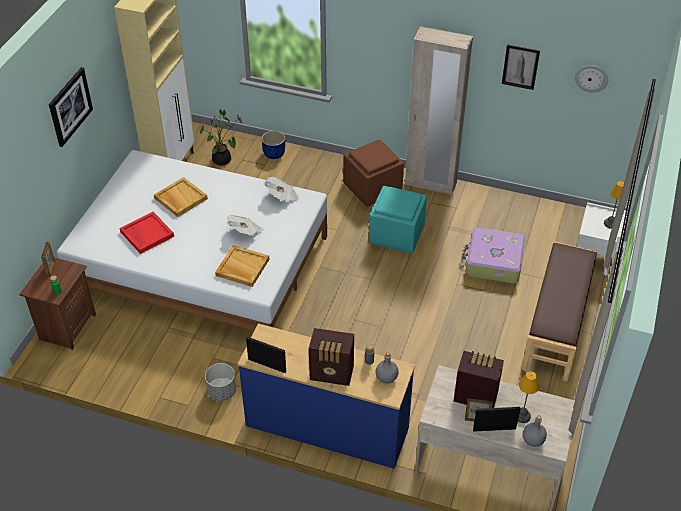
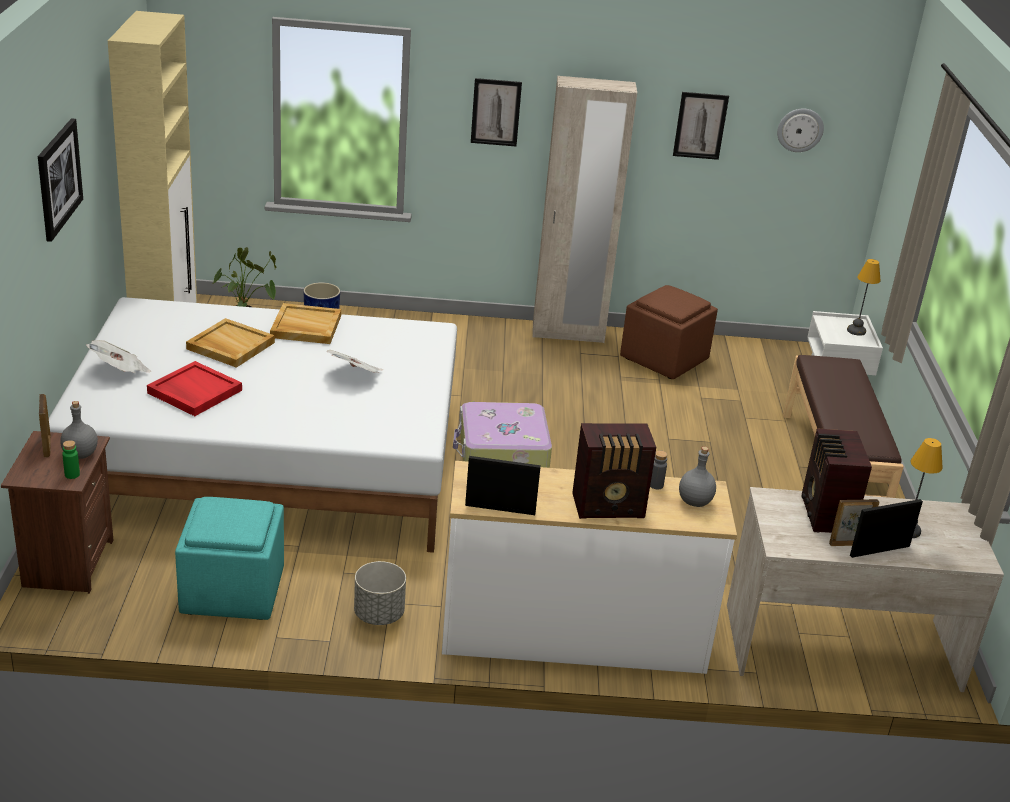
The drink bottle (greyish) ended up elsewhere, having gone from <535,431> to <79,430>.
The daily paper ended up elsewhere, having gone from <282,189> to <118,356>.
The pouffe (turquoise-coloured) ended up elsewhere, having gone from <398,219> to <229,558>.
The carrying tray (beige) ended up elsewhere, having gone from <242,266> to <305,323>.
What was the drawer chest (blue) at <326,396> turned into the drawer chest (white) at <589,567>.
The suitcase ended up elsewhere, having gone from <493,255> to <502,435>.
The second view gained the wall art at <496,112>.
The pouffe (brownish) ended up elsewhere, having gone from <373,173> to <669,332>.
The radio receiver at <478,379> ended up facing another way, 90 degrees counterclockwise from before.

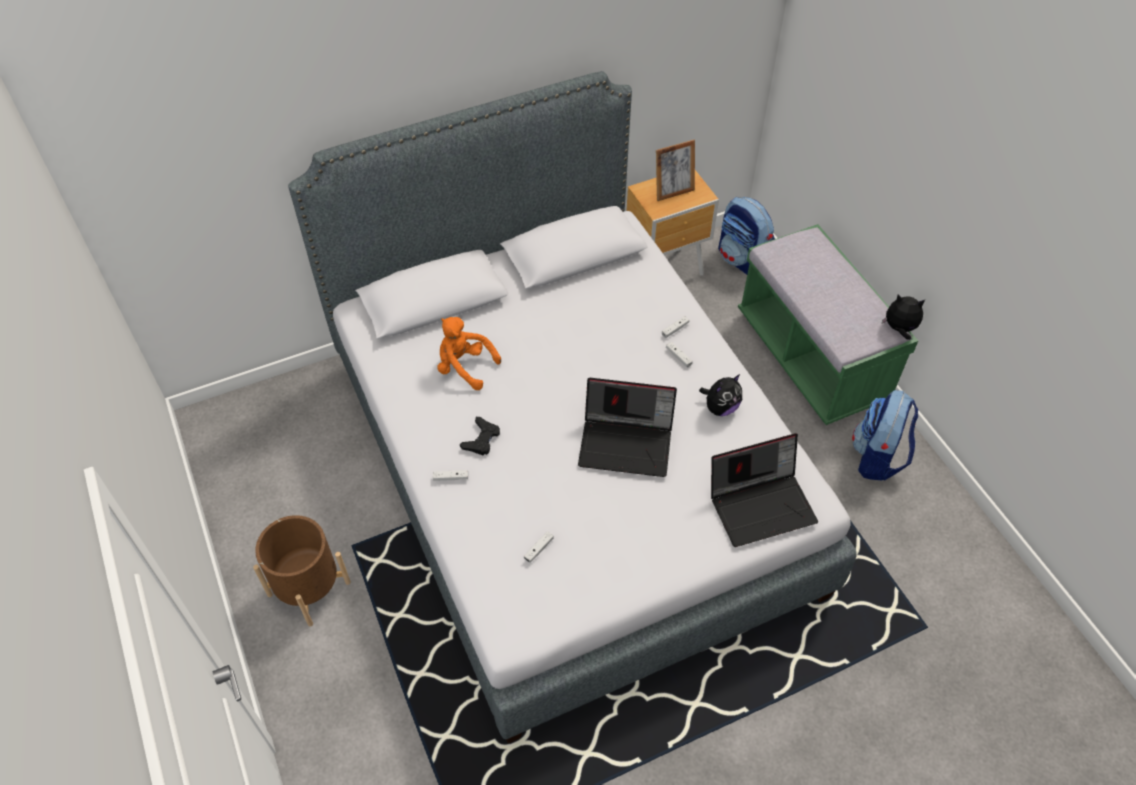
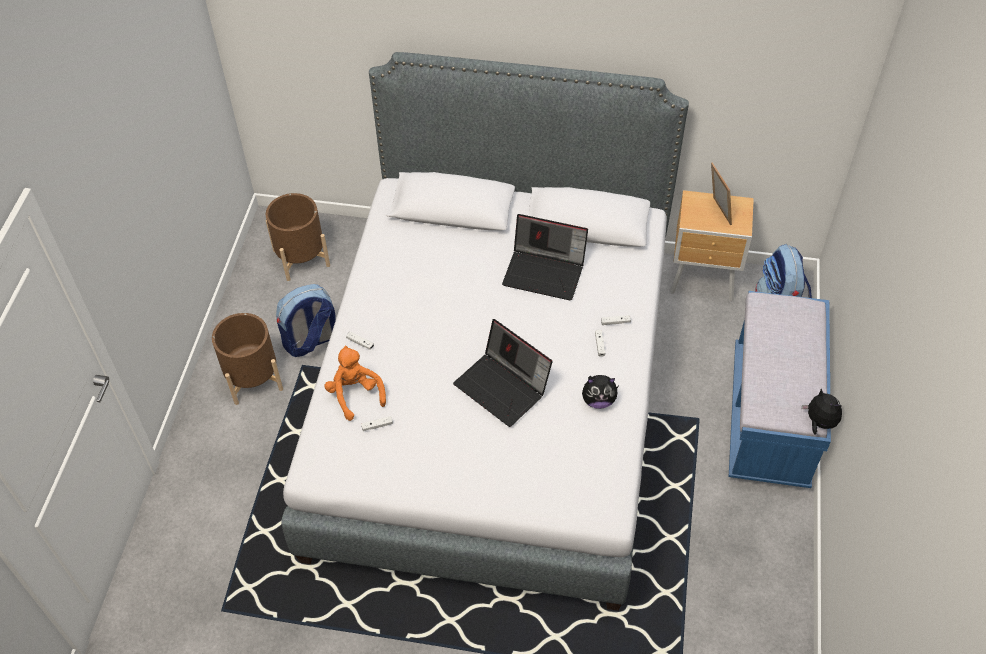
The second view gained the planter (brownish) at <298,237>.
The knapsack ended up elsewhere, having gone from <885,435> to <306,320>.
The plush toy (orangey) ended up elsewhere, having gone from <469,353> to <355,383>.
The laptop ended up elsewhere, having gone from <764,490> to <545,257>.
The photo frame at <675,170> ended up facing another way, 120 degrees counterclockwise from before.
What was the long seat (green-coloured) at <828,324> turned into the long seat (blue) at <780,389>.
The second view lost the joypad (black-coloured) at <480,436>.

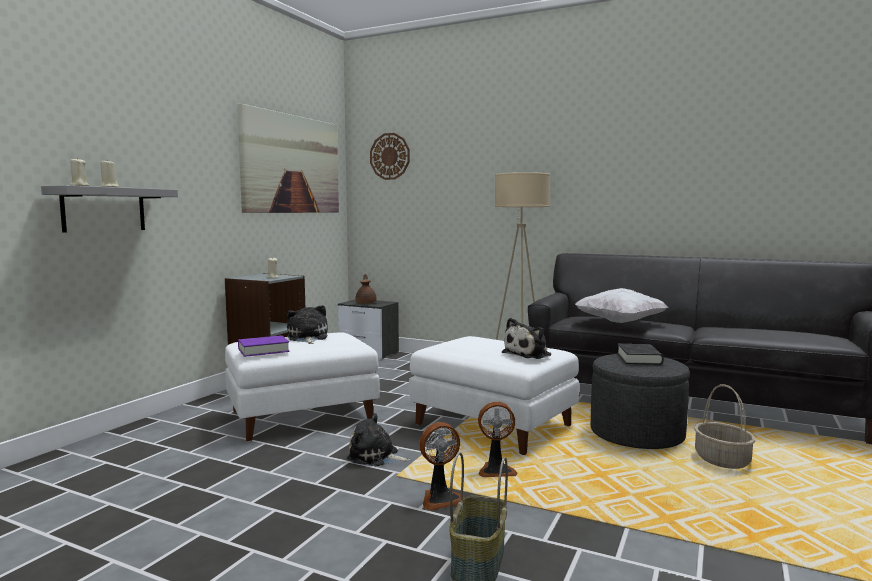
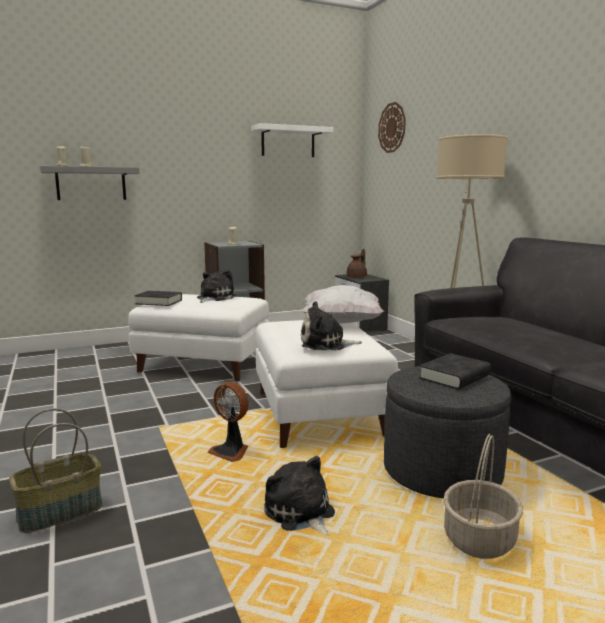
What was the volume (purplish) at <264,346> turned into the volume (black-coloured) at <158,298>.
Where the wall art hung at <288,158>, the shelf (white) came to hang at <292,140>.
The plush toy ended up elsewhere, having gone from <378,439> to <299,496>.
The cushion (white) ended up elsewhere, having gone from <622,305> to <342,304>.
The second view lost the cooling fan at <441,466>.

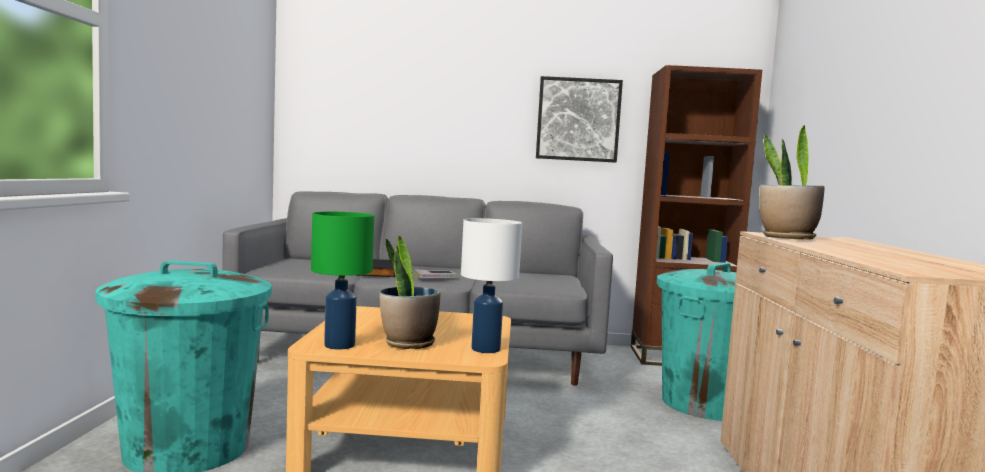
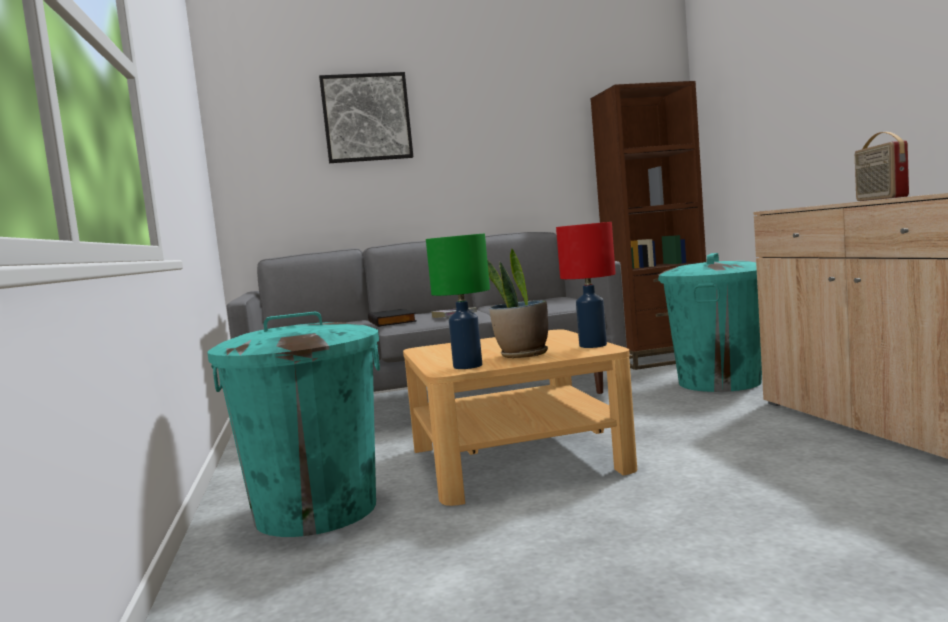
The wall art ended up elsewhere, having gone from <579,119> to <366,117>.
What was the tabletop lamp (white) at <491,285> turned into the tabletop lamp (red-coloured) at <586,285>.
The second view gained the radio receiver at <882,166>.
The second view lost the houseplant at <792,182>.

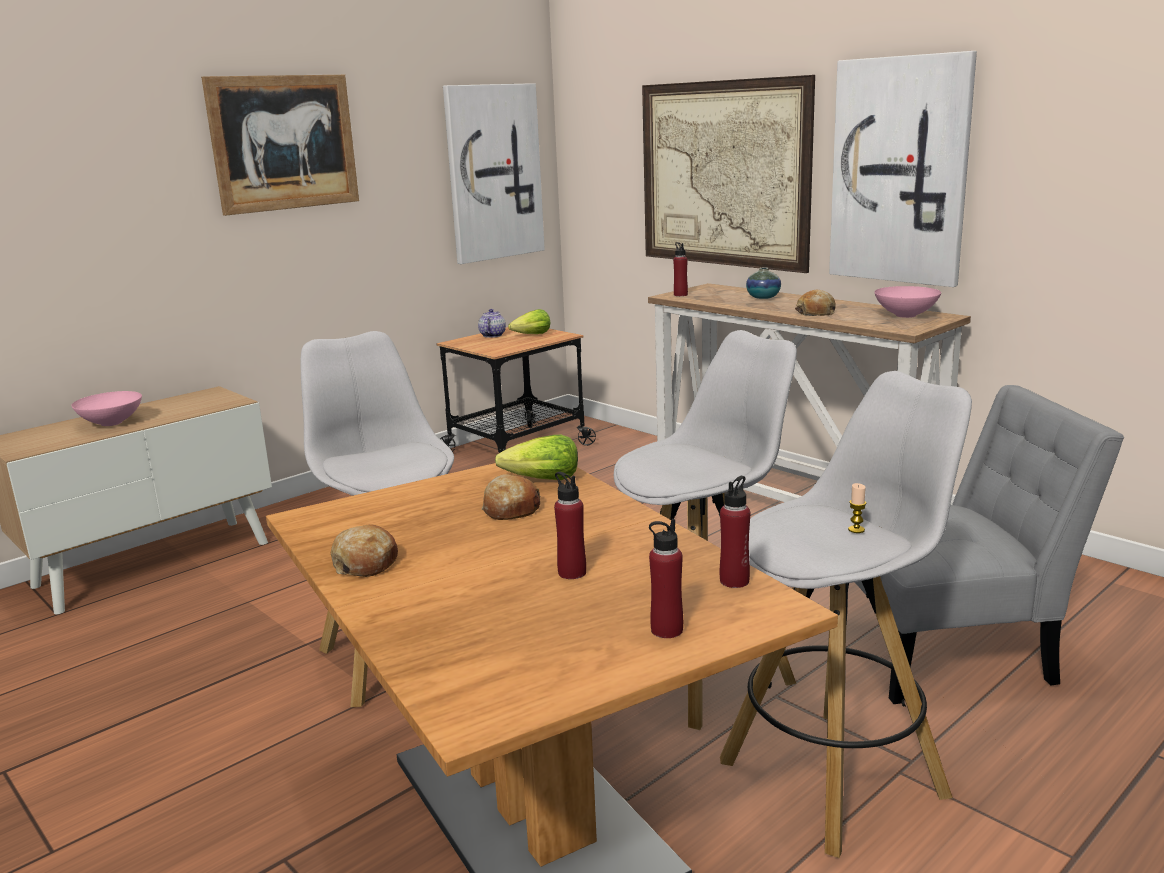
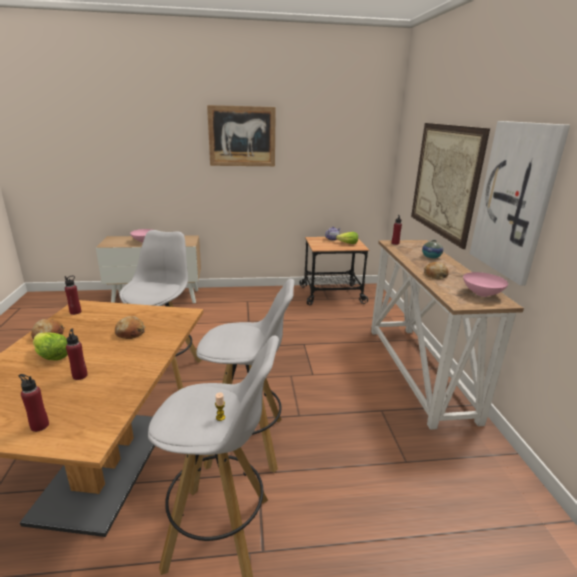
The lettuce ended up elsewhere, having gone from <536,457> to <50,347>.
The drink bottle (red-coloured) ended up elsewhere, having gone from <735,532> to <73,295>.
The second view lost the wall art at <494,173>.
The second view lost the chair (greyish) at <986,544>.

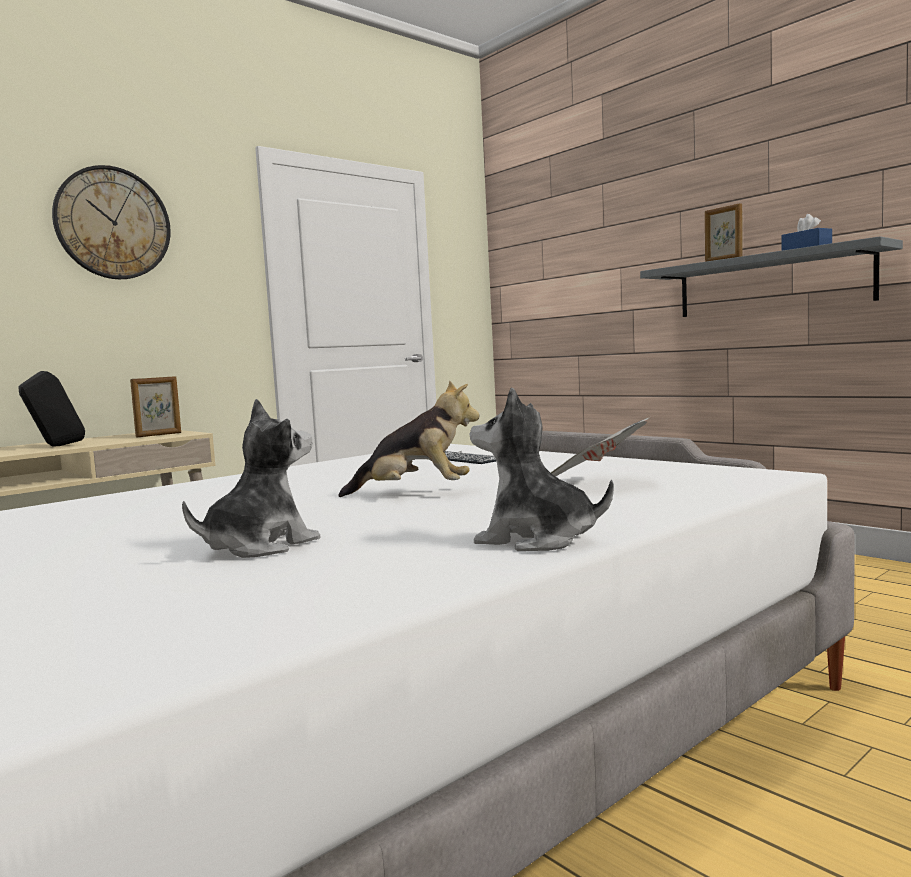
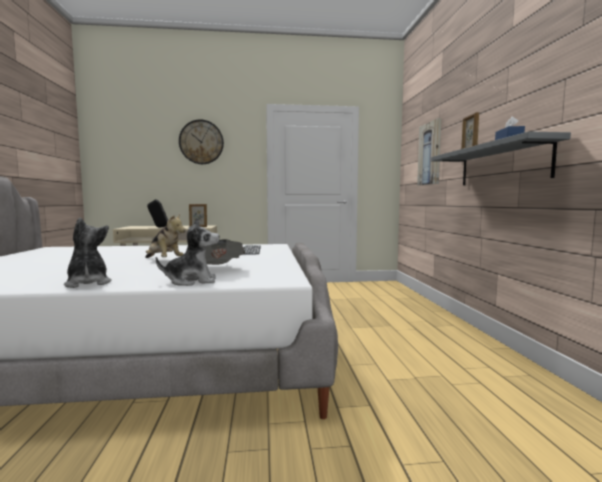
The plush toy ended up elsewhere, having gone from <251,478> to <187,251>.
The second view gained the wall art at <429,151>.

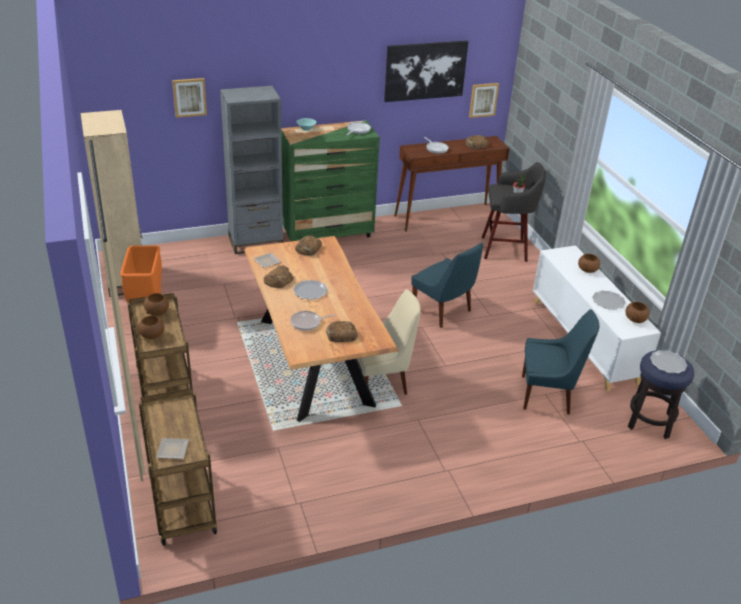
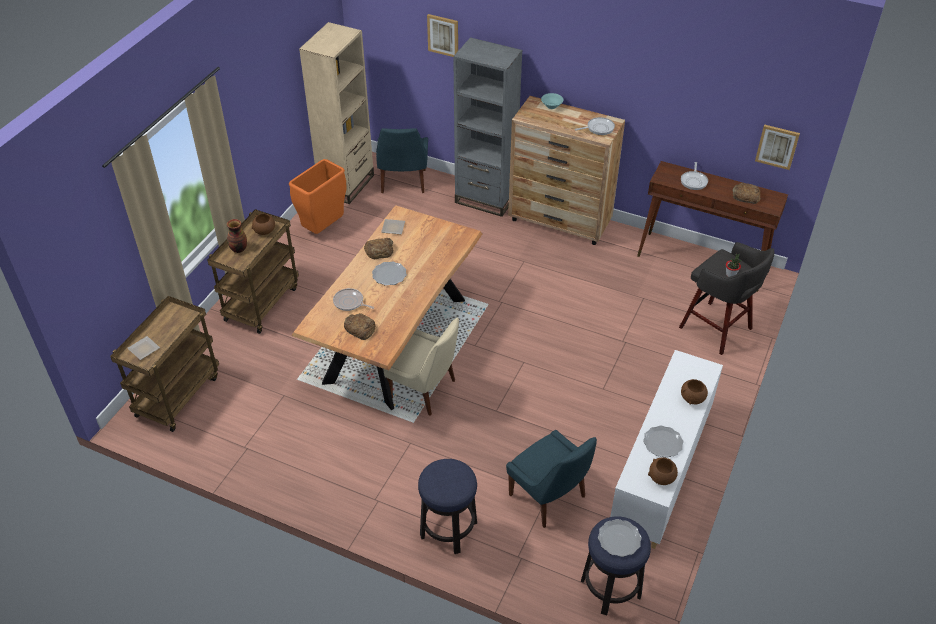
Where the serving bowl (brownish) stood at <151,327>, the flower vase came to stand at <237,236>.
The chair (blue) ended up elsewhere, having gone from <447,285> to <402,160>.
The second view gained the stool seat at <447,506>.
What was the drawer chest (green-coloured) at <330,180> turned into the drawer chest (brownish) at <566,170>.
The second view lost the bakery bread at <308,245>.
The second view lost the wall art at <426,71>.

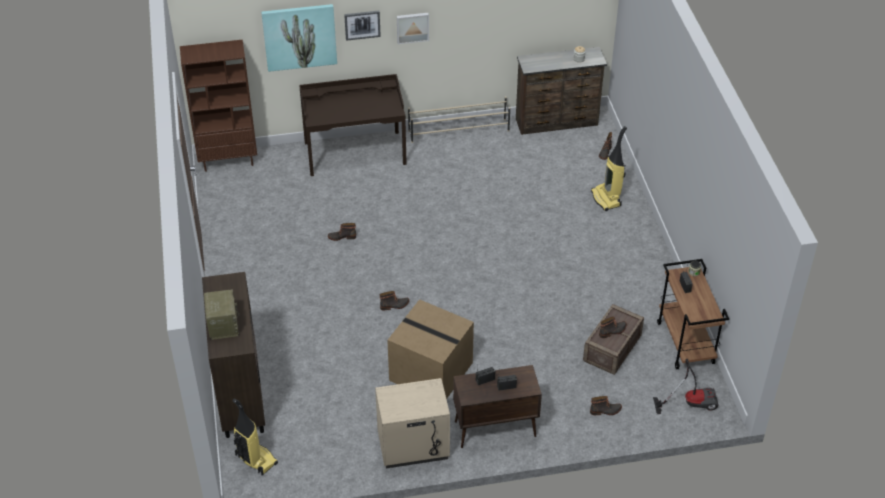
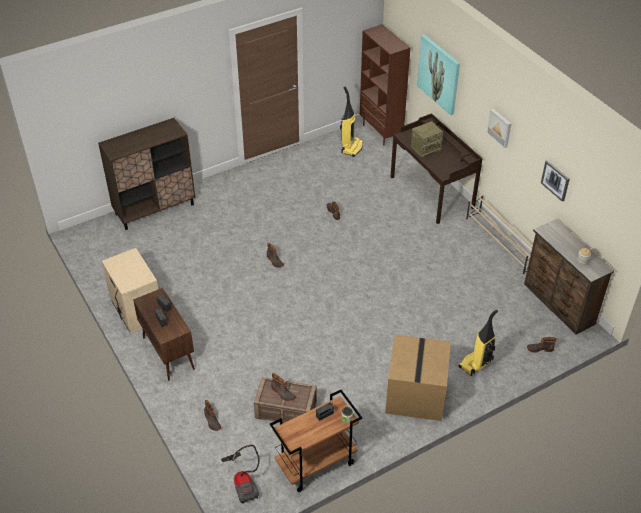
The vacuum cleaner ended up elsewhere, having gone from <255,437> to <351,121>.
The carton ended up elsewhere, having gone from <430,349> to <418,378>.
The radio receiver ended up elsewhere, having gone from <221,314> to <427,139>.
The wall art ended up elsewhere, having gone from <362,26> to <555,181>.

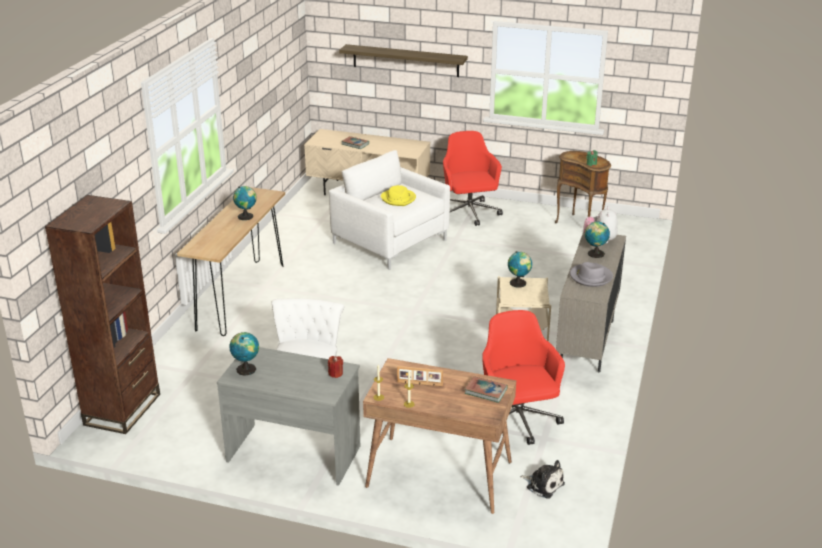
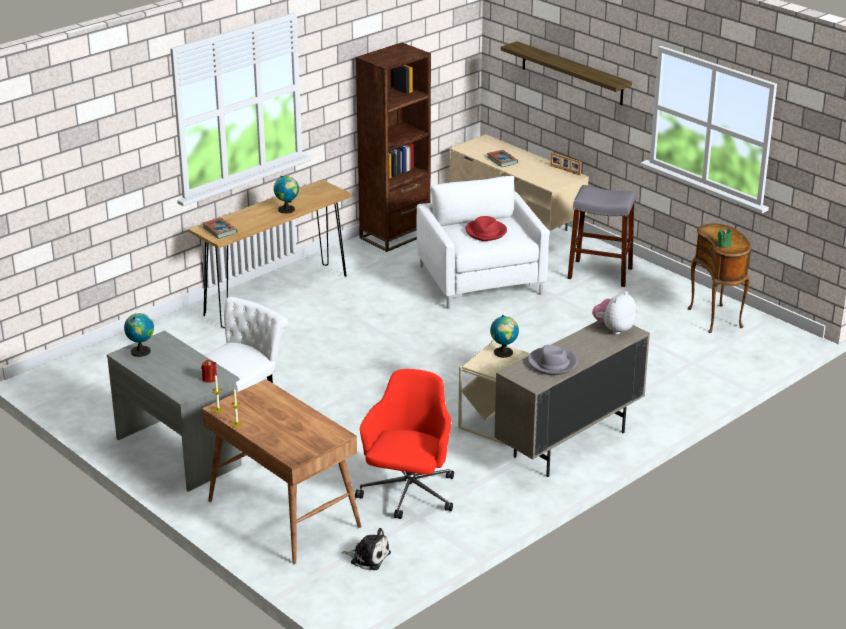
The volume ended up elsewhere, having gone from <486,389> to <219,228>.
The plush toy at <542,479> ended up facing another way, 45 degrees counterclockwise from before.
The shelving unit (brownish) ended up elsewhere, having gone from <102,314> to <393,147>.
What was the wearable hat (yellow-coloured) at <398,195> turned into the wearable hat (red-coloured) at <486,228>.
The photo frame ended up elsewhere, having gone from <420,376> to <566,164>.
Where the desk chair (red-coloured) stood at <473,178>, the stool seat (greyish) came to stand at <601,236>.
The second view lost the globe at <597,240>.

